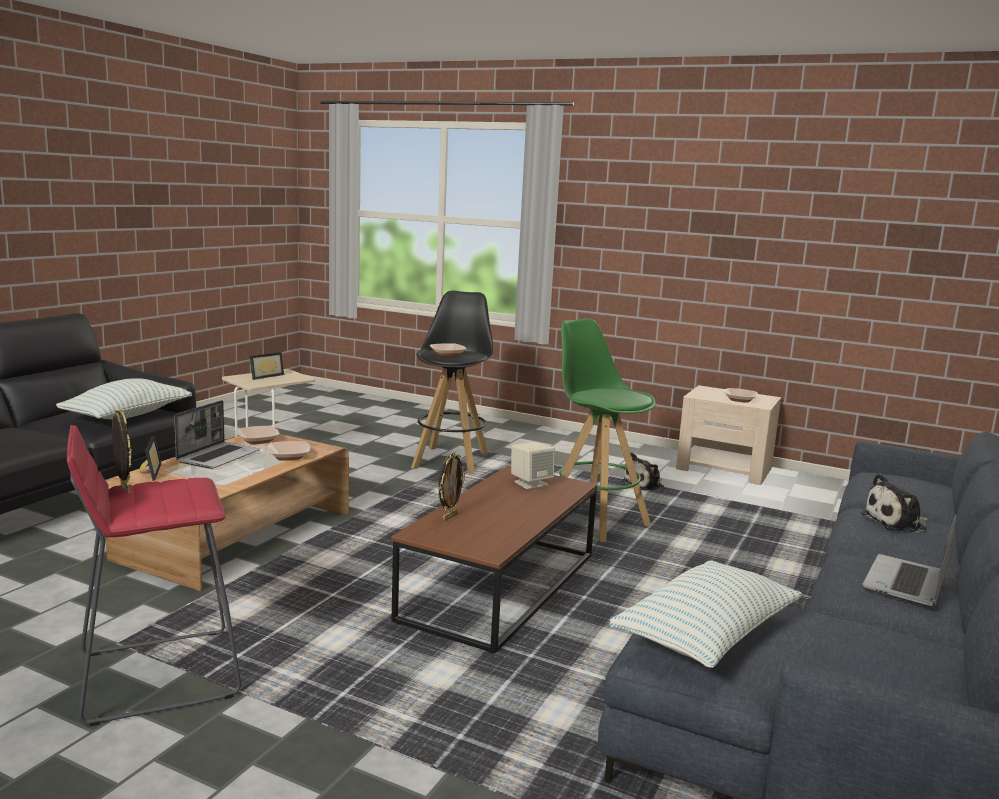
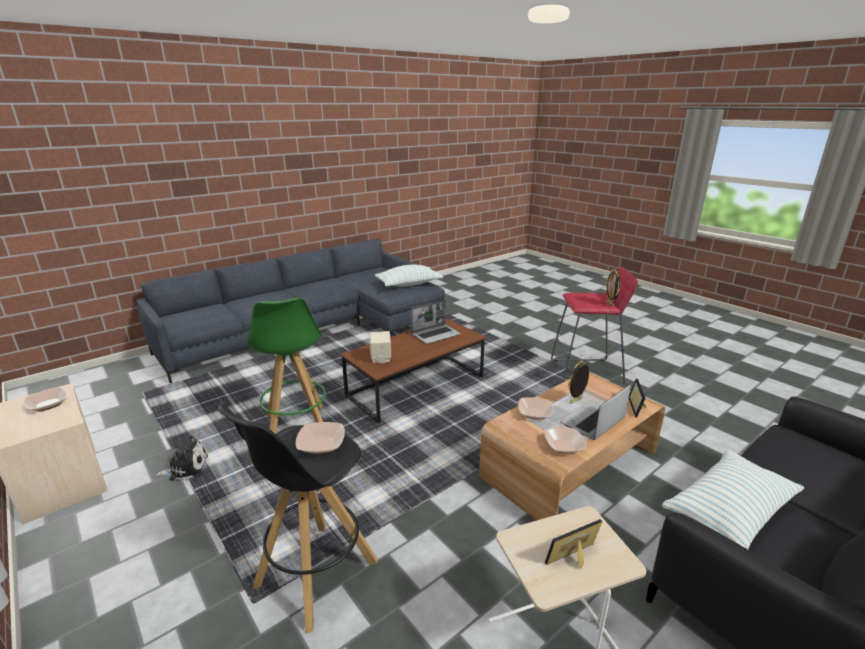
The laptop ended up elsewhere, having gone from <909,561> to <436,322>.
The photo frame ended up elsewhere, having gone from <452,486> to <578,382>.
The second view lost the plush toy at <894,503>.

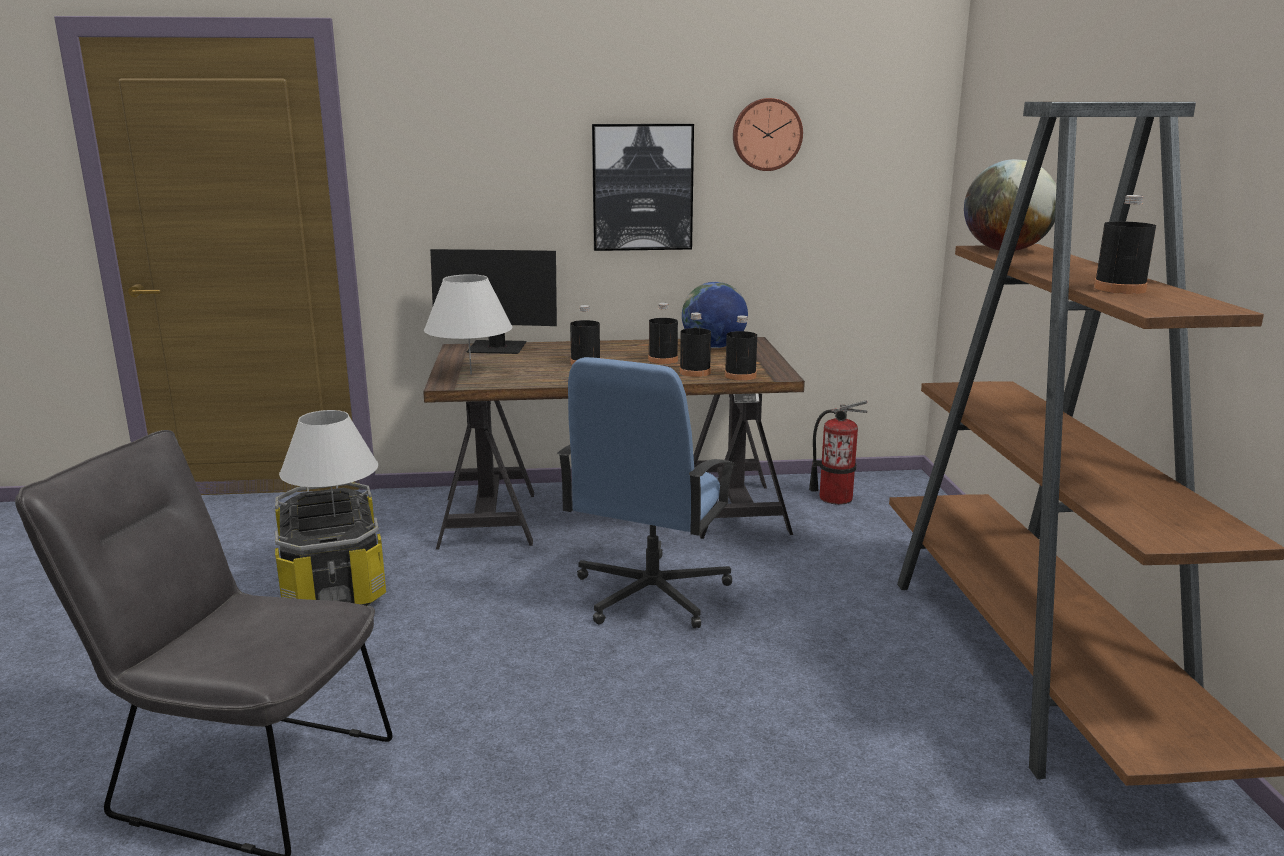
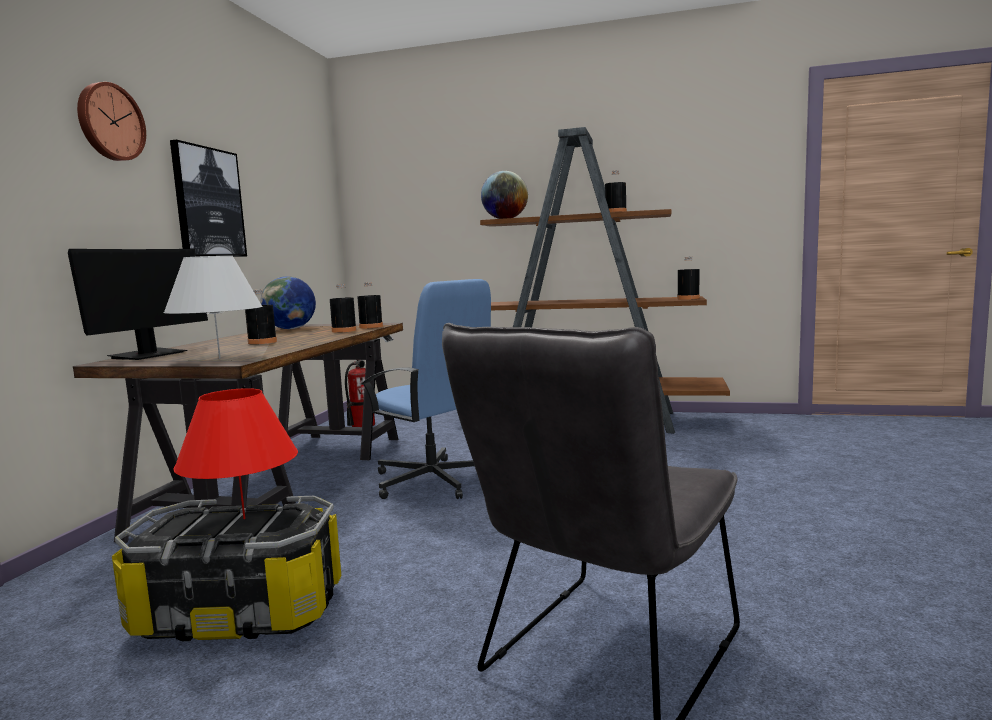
The wall clock ended up elsewhere, having gone from <768,134> to <111,121>.
What was the tabletop lamp (white) at <328,463> turned into the tabletop lamp (red-coloured) at <235,453>.
The drink bottle (black-coloured) ended up elsewhere, having gone from <663,333> to <688,278>.

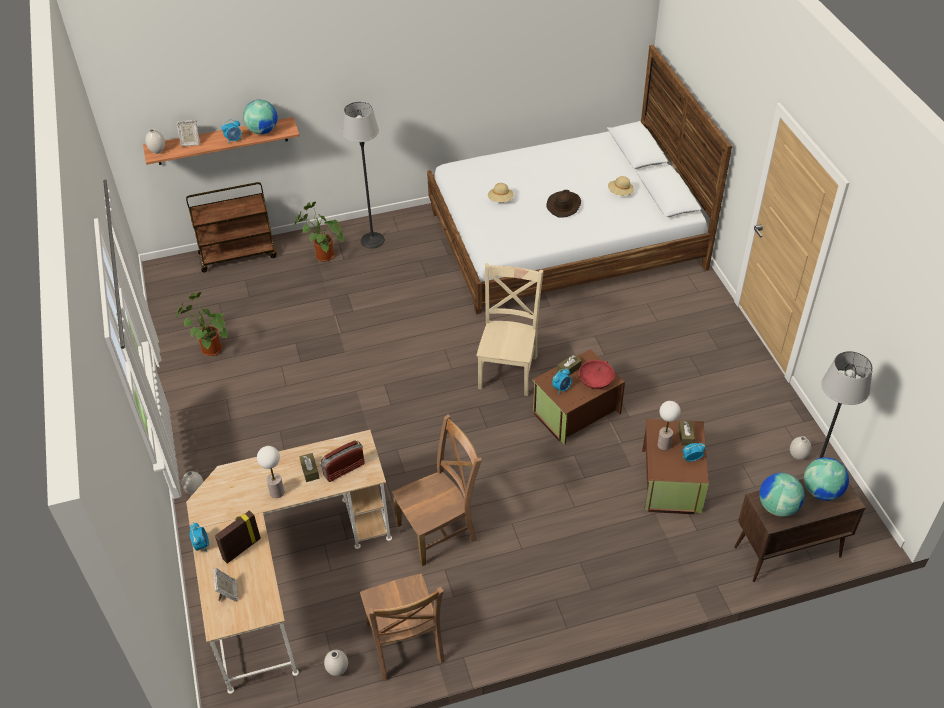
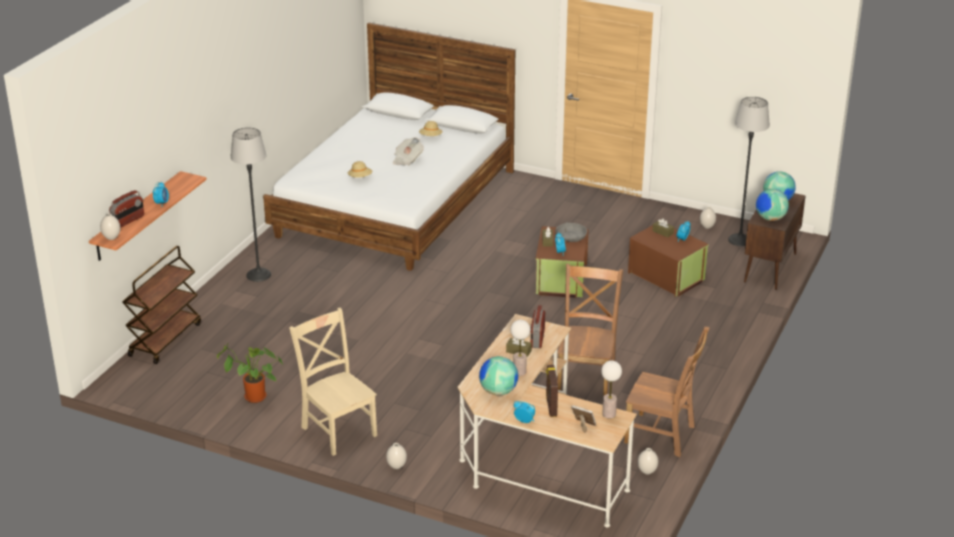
Where the photo frame stood at <188,133>, the radio receiver came to stand at <126,209>.
The chair (beige) ended up elsewhere, having gone from <510,329> to <333,381>.
Where the wearable hat (brownish) stood at <564,204>, the daily paper came to stand at <408,151>.
The globe ended up elsewhere, having gone from <260,117> to <498,376>.
What was the serving bowl (red-coloured) at <597,374> turned into the serving bowl (greyish) at <571,232>.
The tabletop lamp ended up elsewhere, having gone from <669,425> to <611,389>.
The second view lost the houseplant at <319,232>.

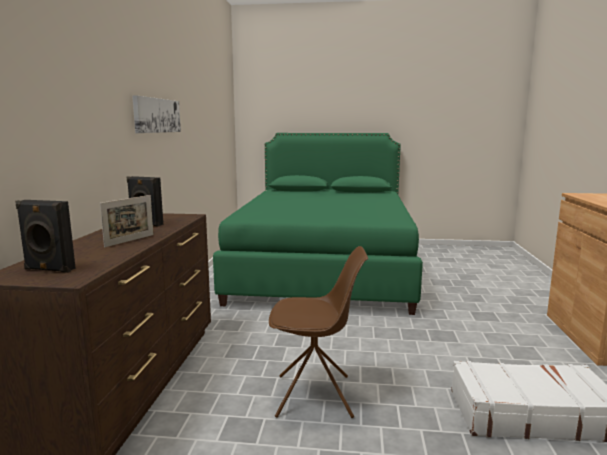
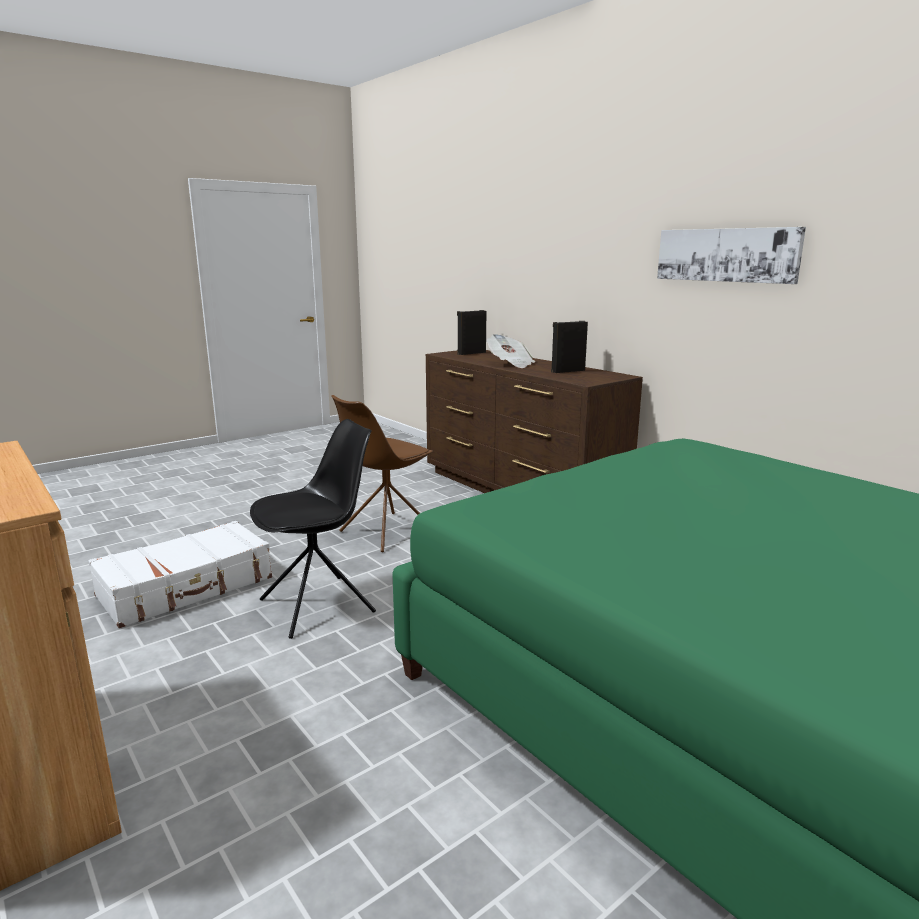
The second view gained the chair (black-coloured) at <313,529>.
Where the photo frame stood at <127,221>, the daily paper came to stand at <510,351>.

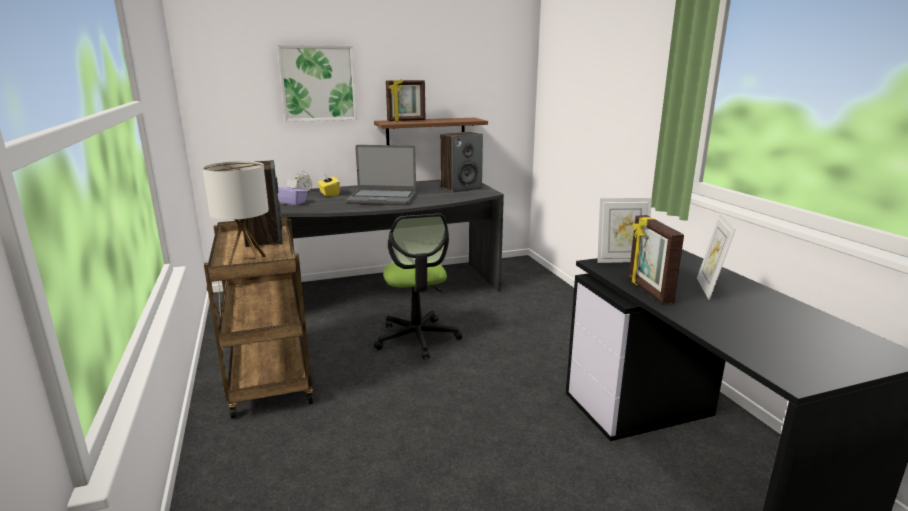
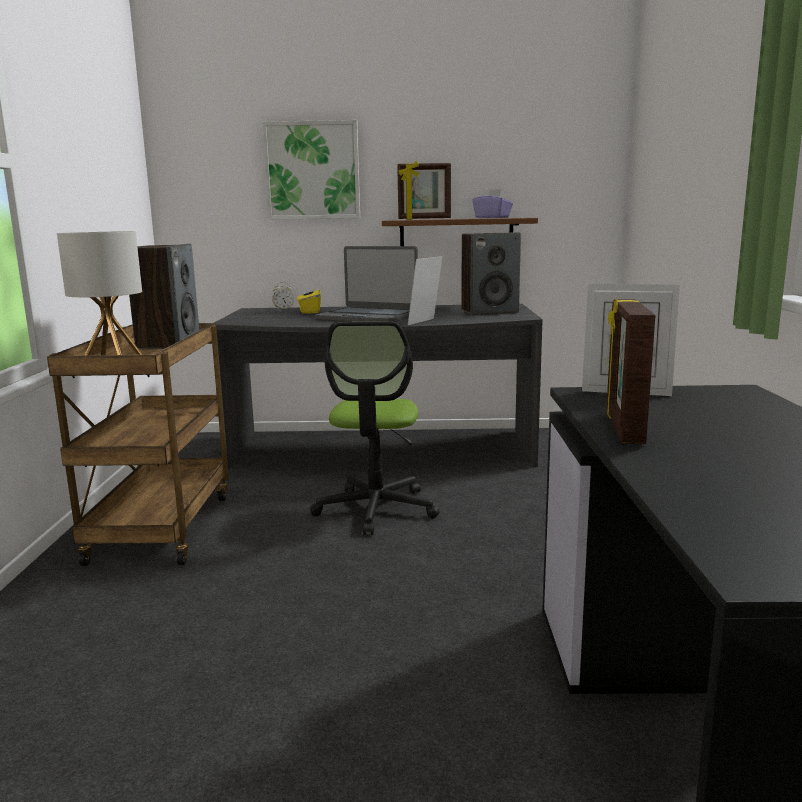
The photo frame ended up elsewhere, having gone from <716,256> to <425,290>.
The tissue holder (purplish) ended up elsewhere, having gone from <293,192> to <493,203>.

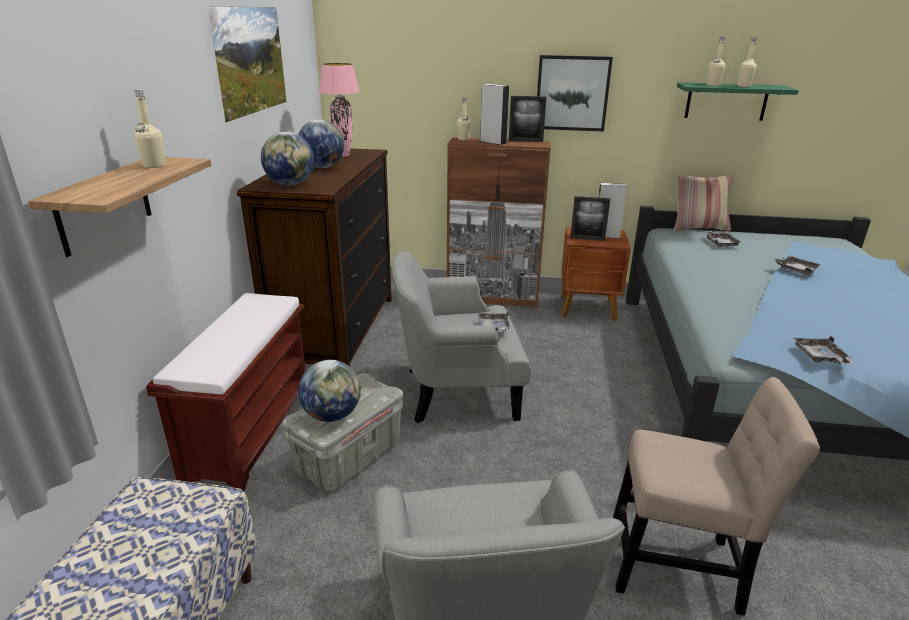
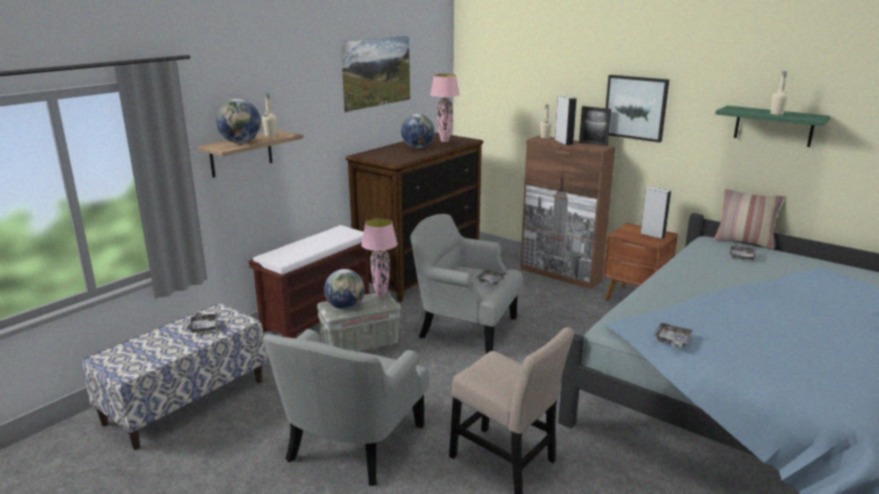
The carrying tray (greyish) ended up elsewhere, having gone from <796,265> to <203,322>.
The globe ended up elsewhere, having gone from <287,159> to <238,121>.
The second view gained the tabletop lamp (pink) at <379,257>.
The second view lost the photo frame at <590,218>.
The second view lost the drink bottle (beige) at <716,61>.

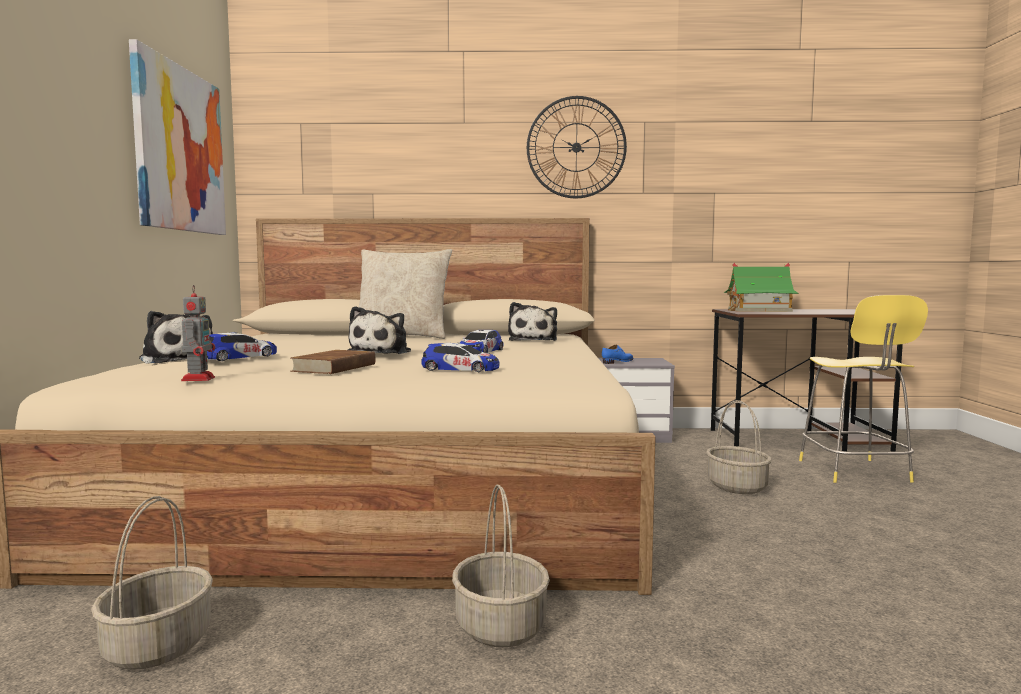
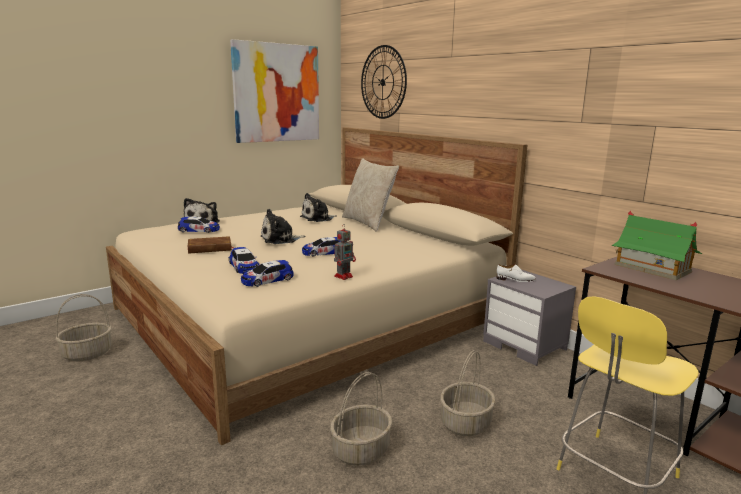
The second view gained the miniature car at <267,273>.
The plush toy ended up elsewhere, having gone from <532,321> to <318,207>.
The storage basket ended up elsewhere, having gone from <501,566> to <361,419>.
The robot figure ended up elsewhere, having gone from <198,333> to <345,252>.
The wall clock ended up elsewhere, having gone from <577,147> to <384,82>.
What was the low shoe (blue) at <618,354> turned into the low shoe (white) at <516,273>.

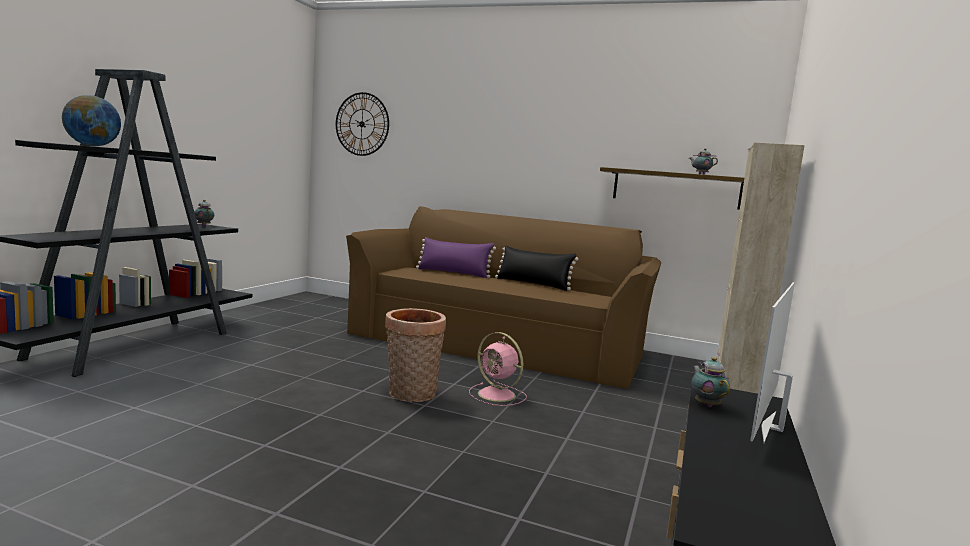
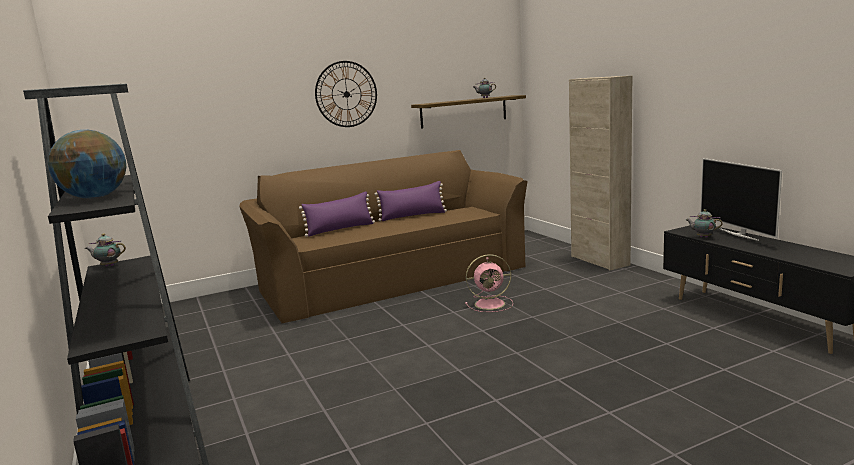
The wall clock ended up elsewhere, having gone from <362,124> to <346,94>.
What was the cushion (black-coloured) at <536,268> turned into the cushion (purplish) at <411,201>.
The second view lost the storage basket at <415,355>.

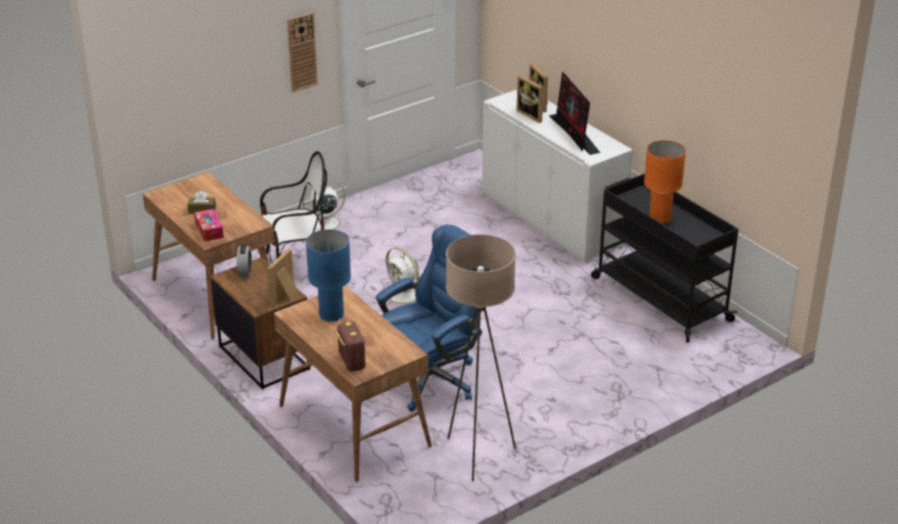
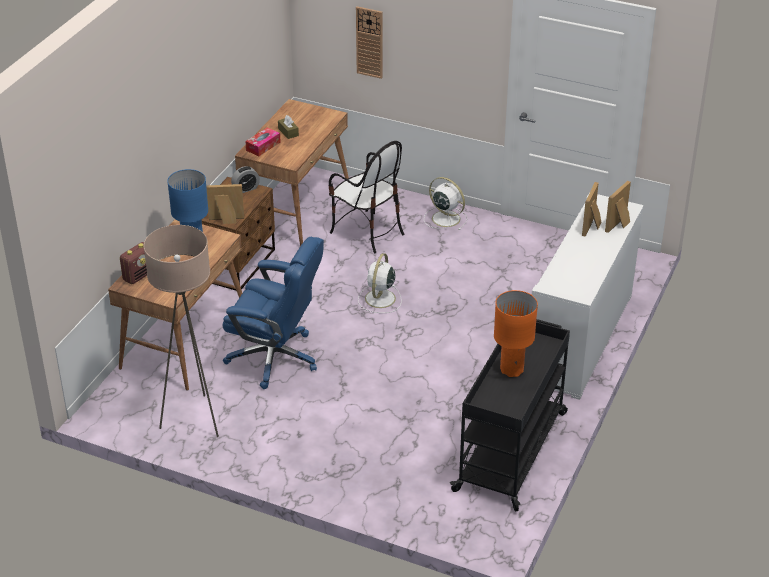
The wall clock ended up elsewhere, having gone from <302,52> to <369,42>.
The second view lost the monitor at <574,113>.

